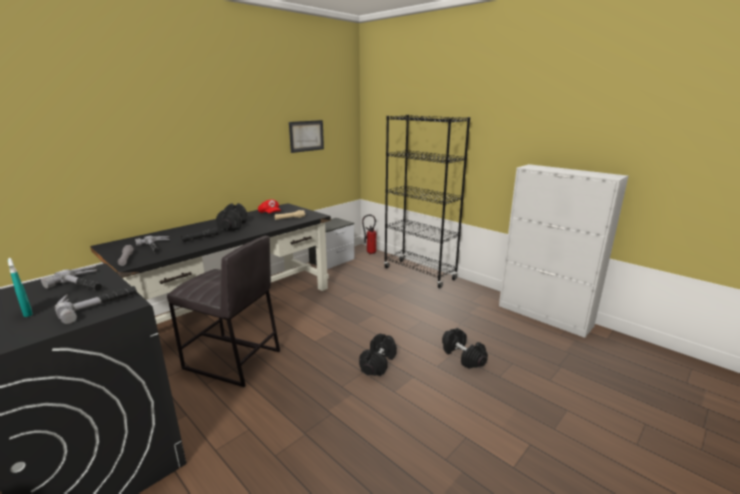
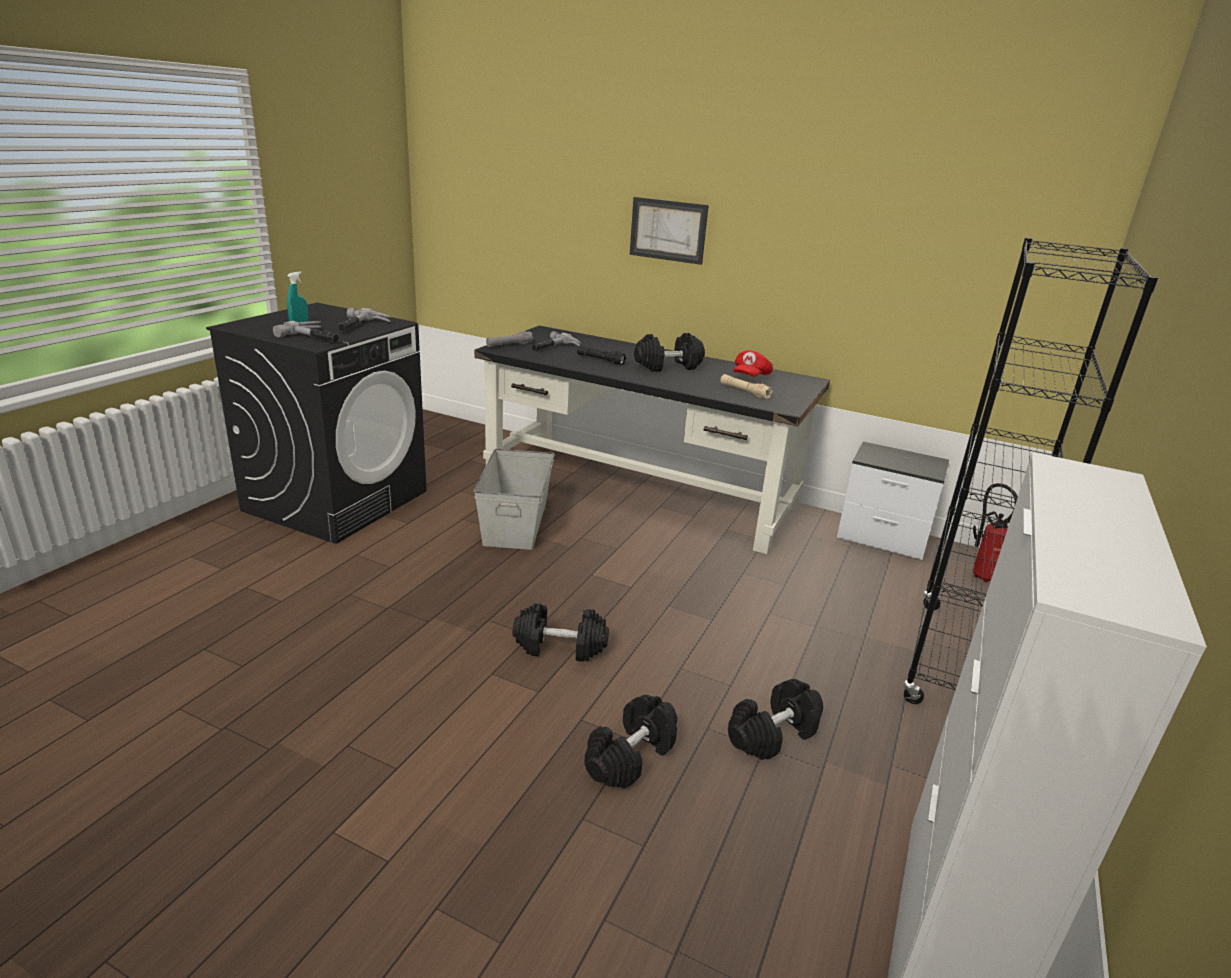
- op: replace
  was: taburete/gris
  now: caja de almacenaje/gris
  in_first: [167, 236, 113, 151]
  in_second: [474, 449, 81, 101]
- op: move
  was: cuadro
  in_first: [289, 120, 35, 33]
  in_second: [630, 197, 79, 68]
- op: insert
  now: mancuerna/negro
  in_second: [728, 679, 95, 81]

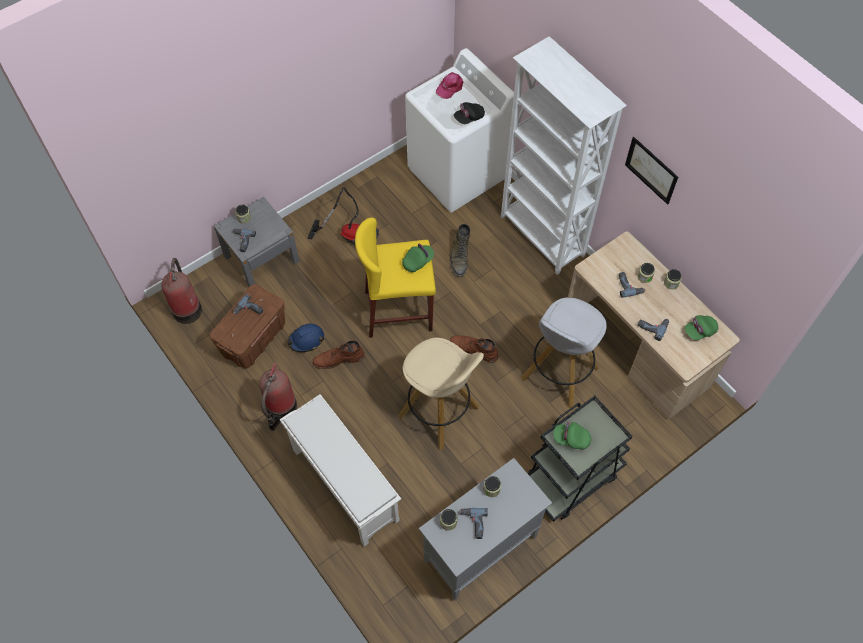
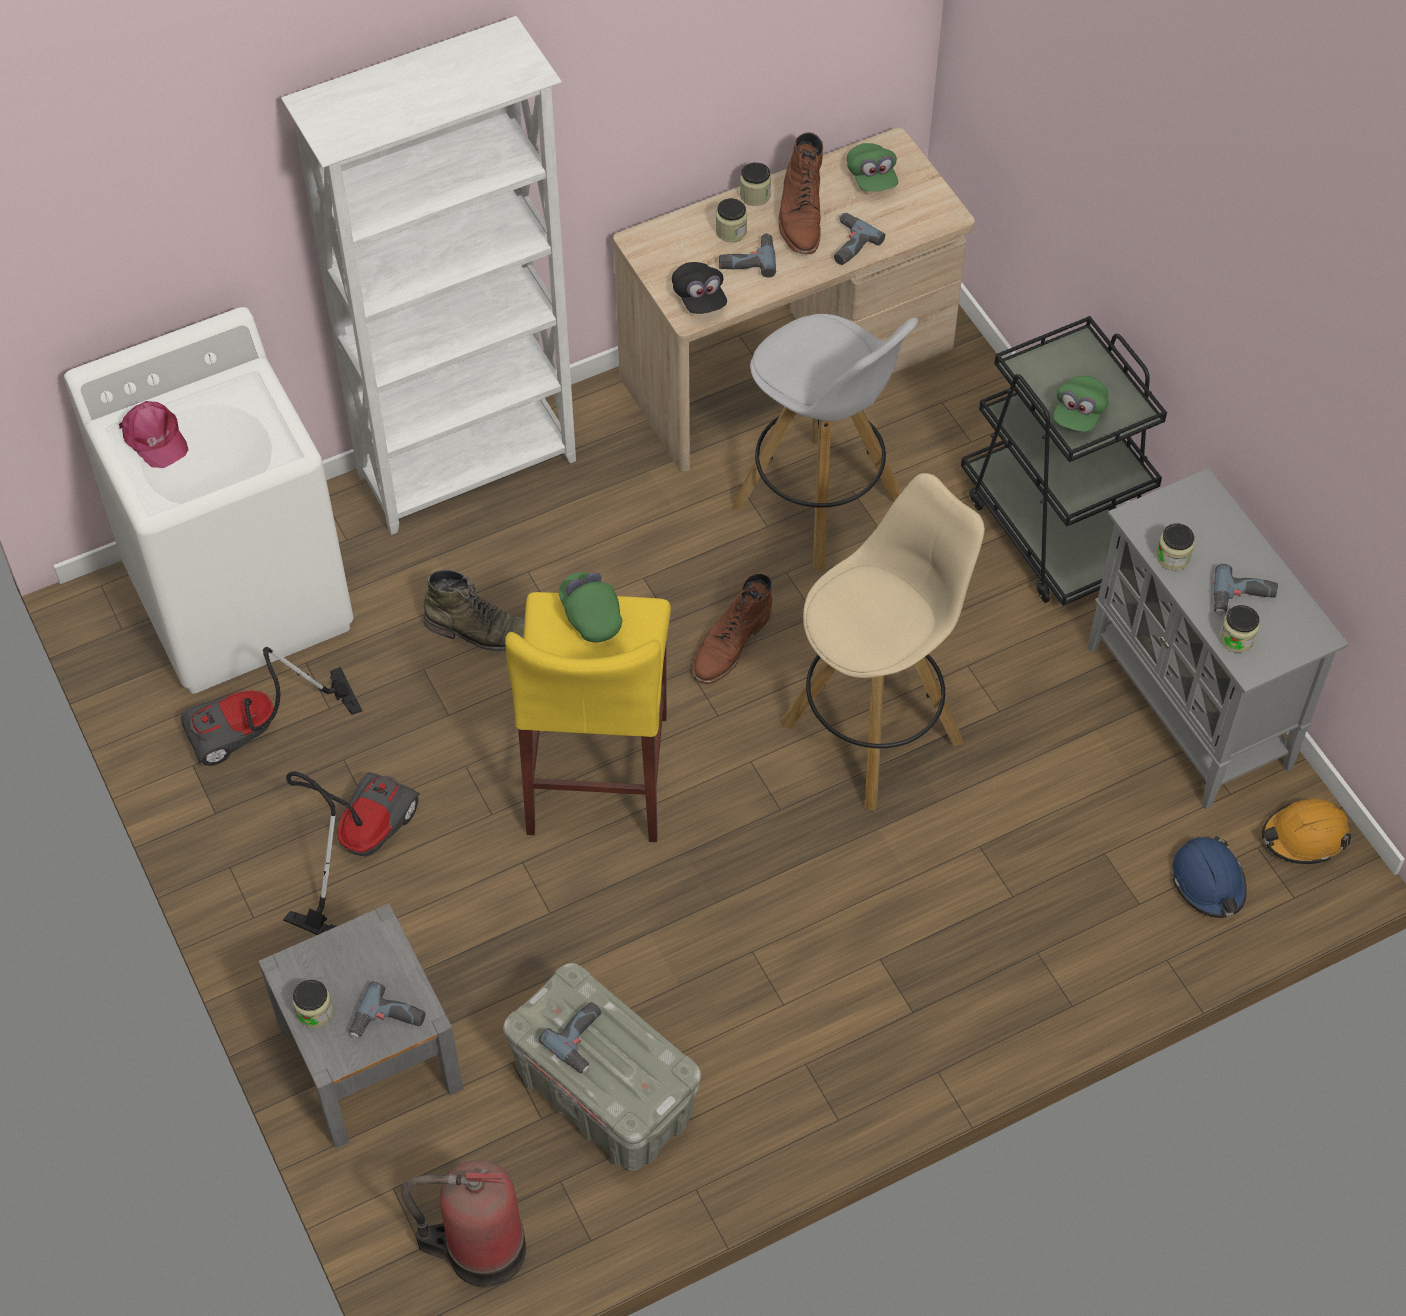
- op: recolor
  was: caja de almacenaje/marrón
  now: caja de almacenaje/gris
  in_first: [210, 284, 75, 84]
  in_second: [503, 963, 198, 208]
- op: delete
  was: extintor
  in_first: [259, 362, 38, 69]
- op: delete
  was: zapatero/blanco
  in_first: [280, 394, 121, 153]
- op: move
  was: casco/azul
  in_first: [287, 324, 37, 28]
  in_second: [1172, 836, 75, 82]
- op: move
  was: bota/marrón
  in_first: [312, 340, 53, 29]
  in_second: [778, 132, 45, 122]
- op: move
  was: gorra/negro
  in_first: [454, 102, 31, 22]
  in_second: [672, 262, 55, 52]
- op: delete
  was: cuadro
  in_first: [625, 137, 53, 68]
- op: insert
  now: aspiradora
  in_second: [181, 647, 182, 119]
- op: insert
  now: casco/naranja
  in_second: [1262, 799, 89, 65]

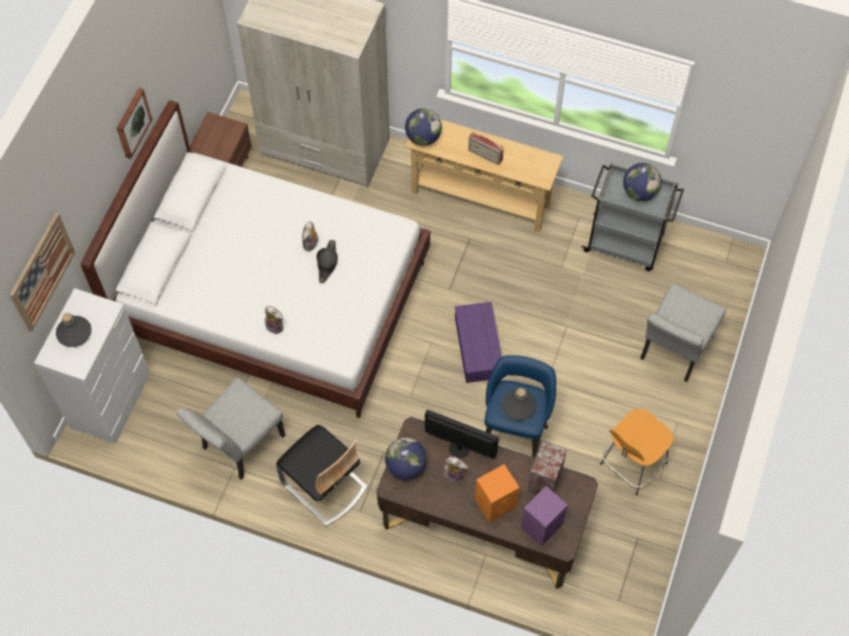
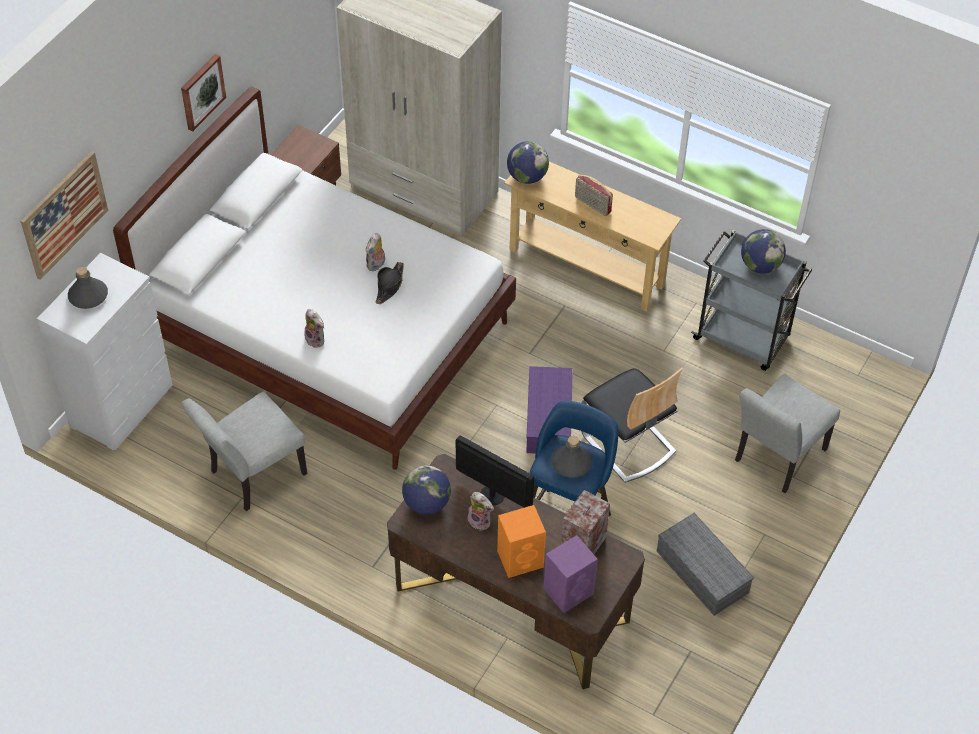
- op: move
  was: silla
  in_first: [276, 425, 92, 101]
  in_second: [581, 368, 102, 115]
- op: replace
  was: taburete/naranja
  now: caja de almacenaje/gris
  in_first: [600, 408, 74, 87]
  in_second: [657, 513, 97, 103]

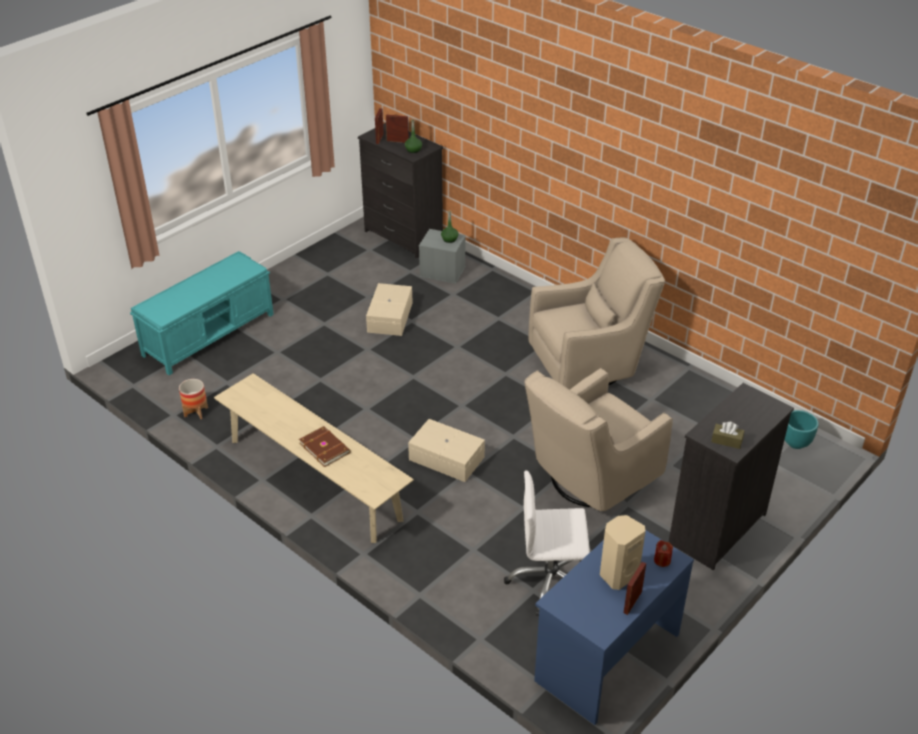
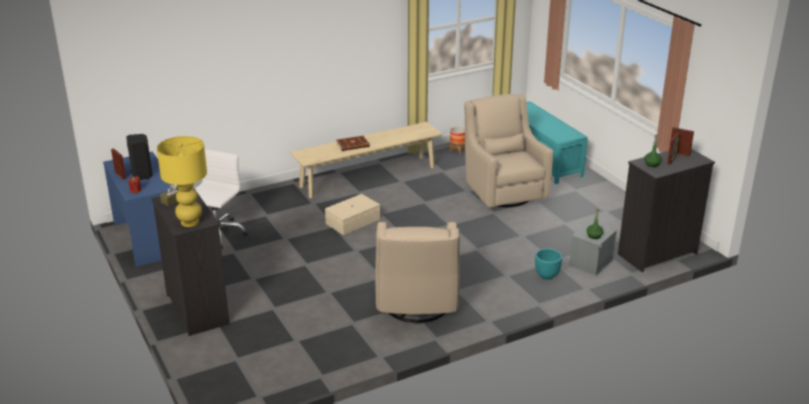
- op: delete
  was: caja de almacenaje/beis
  in_first: [366, 283, 47, 53]
- op: move
  was: sillón/beis
  in_first: [524, 368, 149, 143]
  in_second: [464, 94, 89, 114]
- op: recolor
  was: altavoz/beis
  now: altavoz/negro
  in_first: [600, 515, 46, 75]
  in_second: [126, 134, 27, 46]
- op: move
  was: maceta/turquesa
  in_first: [785, 410, 34, 39]
  in_second: [535, 249, 27, 31]
- op: insert
  now: lámpara de mesa/amarillo
  in_second: [157, 136, 50, 91]

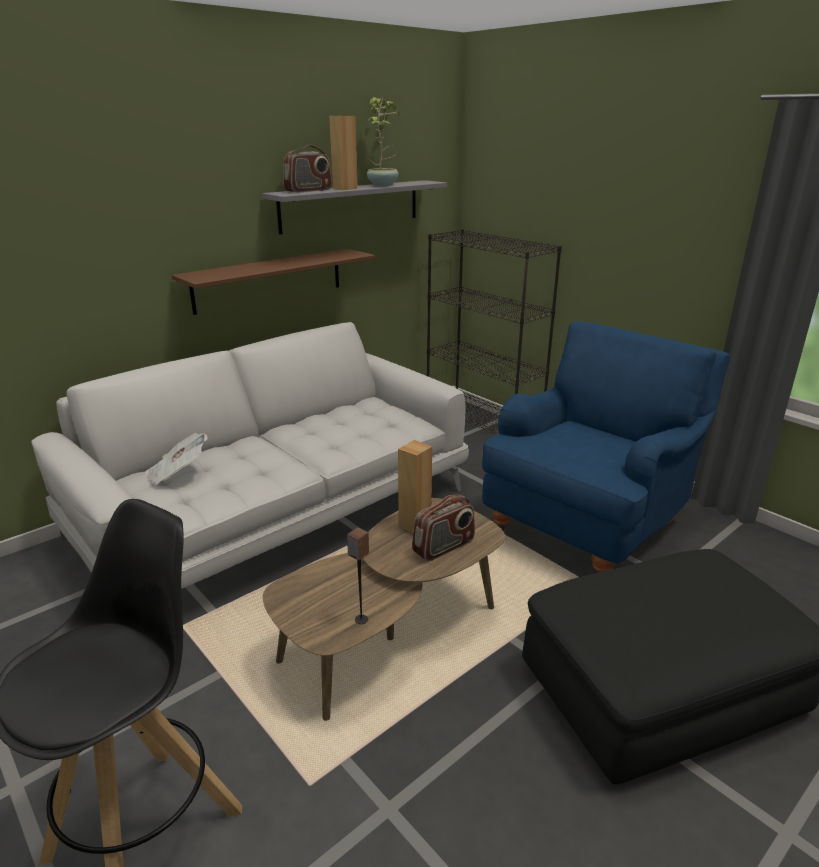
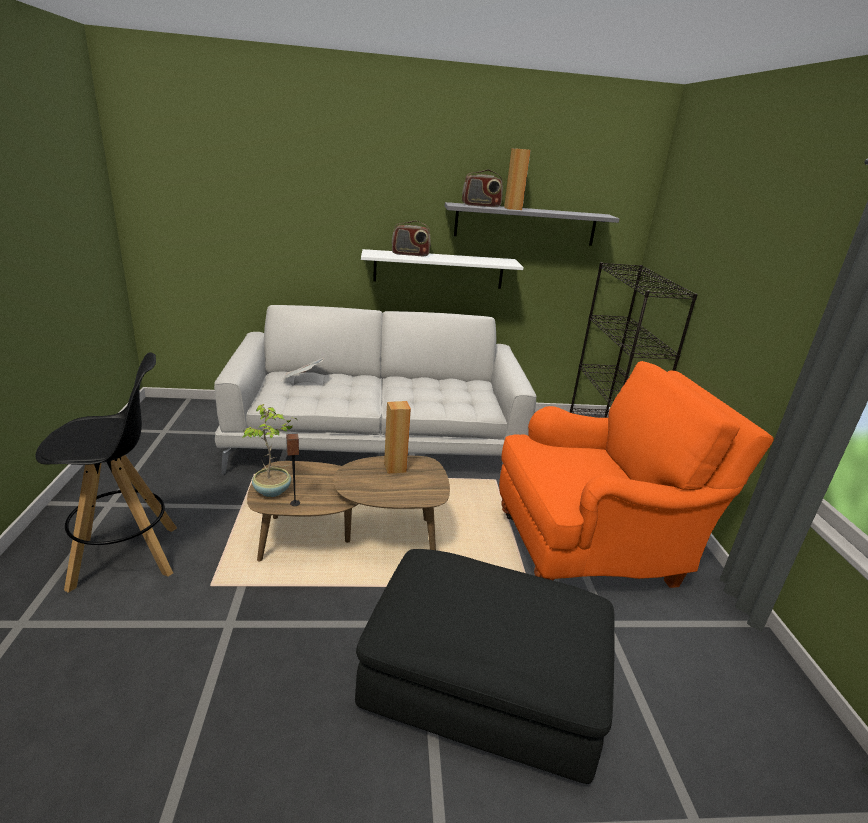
- op: recolor
  was: estante/marrón
  now: estante/blanco
  in_first: [172, 249, 203, 66]
  in_second: [361, 249, 162, 40]
- op: move
  was: planta en maceta
  in_first: [367, 97, 32, 89]
  in_second: [243, 404, 54, 93]
- op: move
  was: radio
  in_first: [412, 495, 63, 66]
  in_second: [391, 220, 40, 36]
- op: recolor
  was: sillón/azul
  now: sillón/naranja
  in_first: [482, 321, 249, 252]
  in_second: [499, 361, 275, 227]

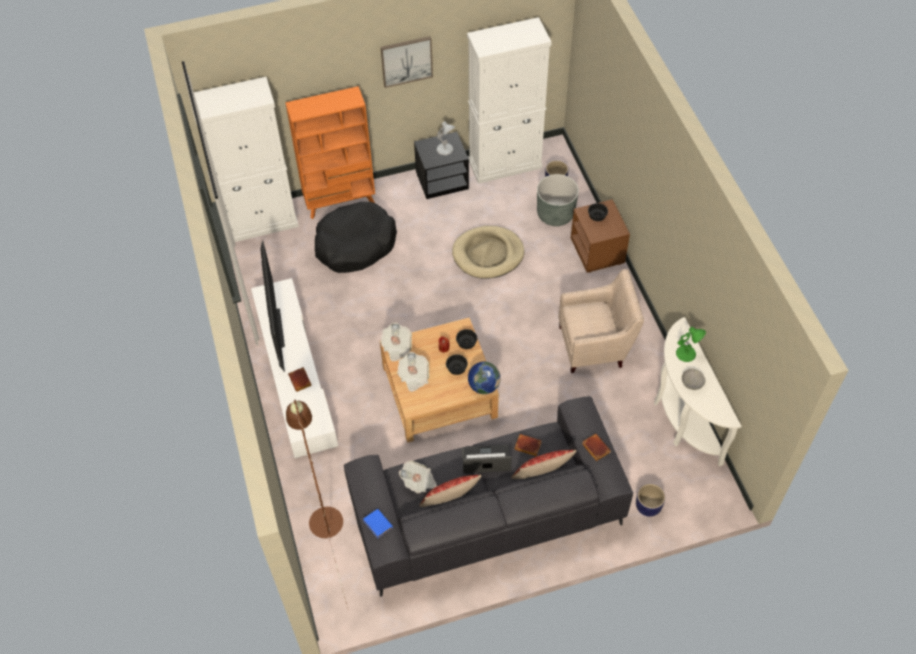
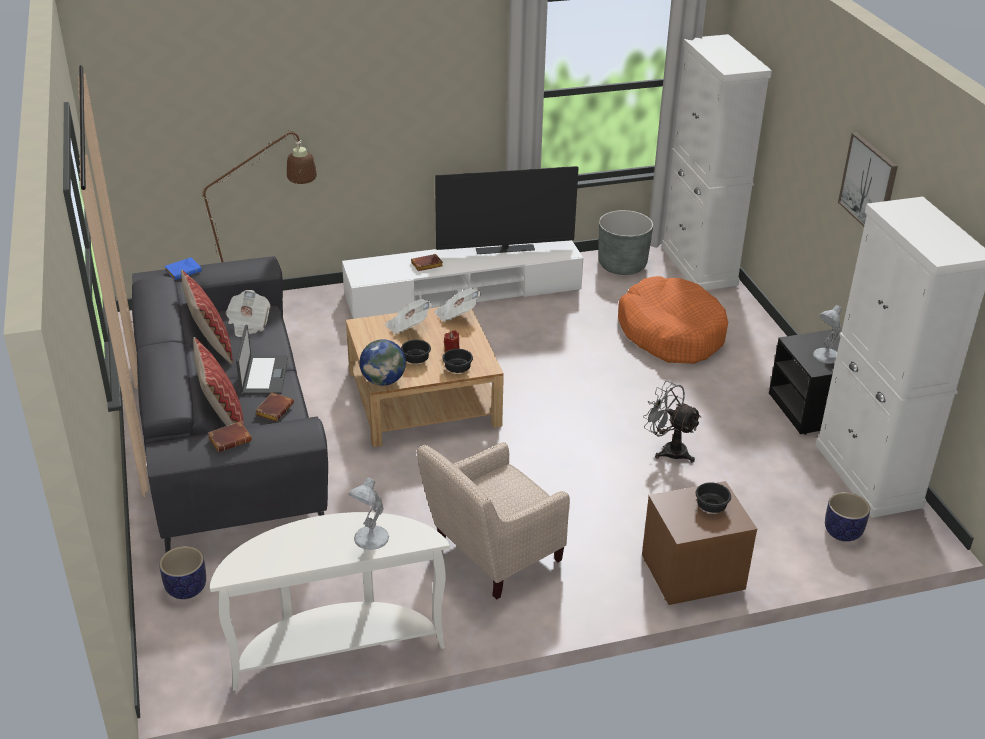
- op: delete
  was: estantería/naranja
  in_first: [285, 86, 90, 133]
- op: recolor
  was: cama para perro/negro
  now: cama para perro/naranja
  in_first: [315, 202, 82, 71]
  in_second: [618, 276, 110, 88]
- op: replace
  was: cama para perro/beis
  now: ventilador/gris
  in_first: [452, 226, 72, 53]
  in_second: [643, 381, 58, 82]
- op: move
  was: maceta/gris
  in_first: [537, 174, 42, 52]
  in_second: [598, 210, 55, 65]
- op: rotate
  was: sillón/beis
  in_first: [559, 269, 85, 104]
  in_second: [417, 442, 153, 158]
  clockwise: 60
- op: recolor
  was: lámpara de mesa/verde
  now: lámpara de mesa/blanco
  in_first: [676, 327, 30, 35]
  in_second: [348, 478, 41, 72]
- op: delete
  was: cuenco/gris
  in_first: [682, 369, 23, 21]

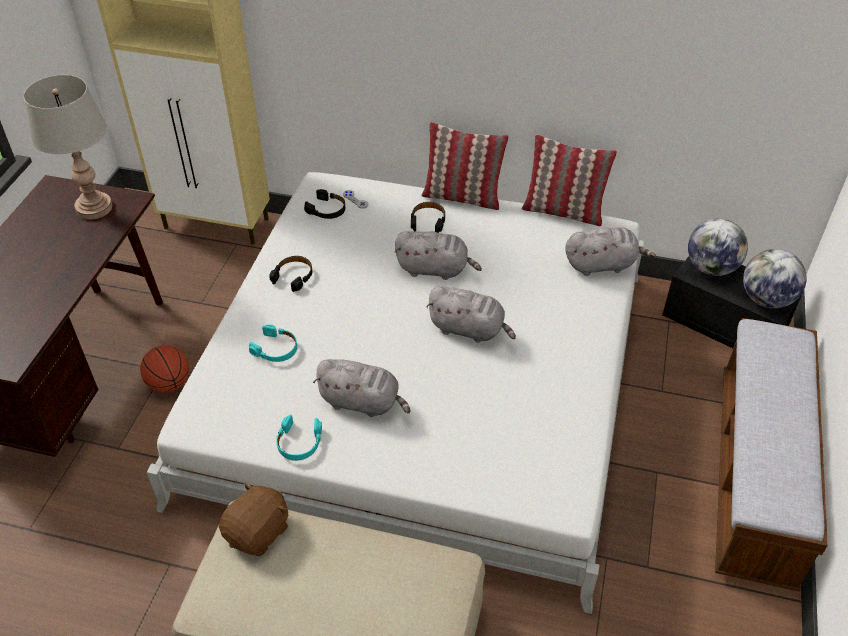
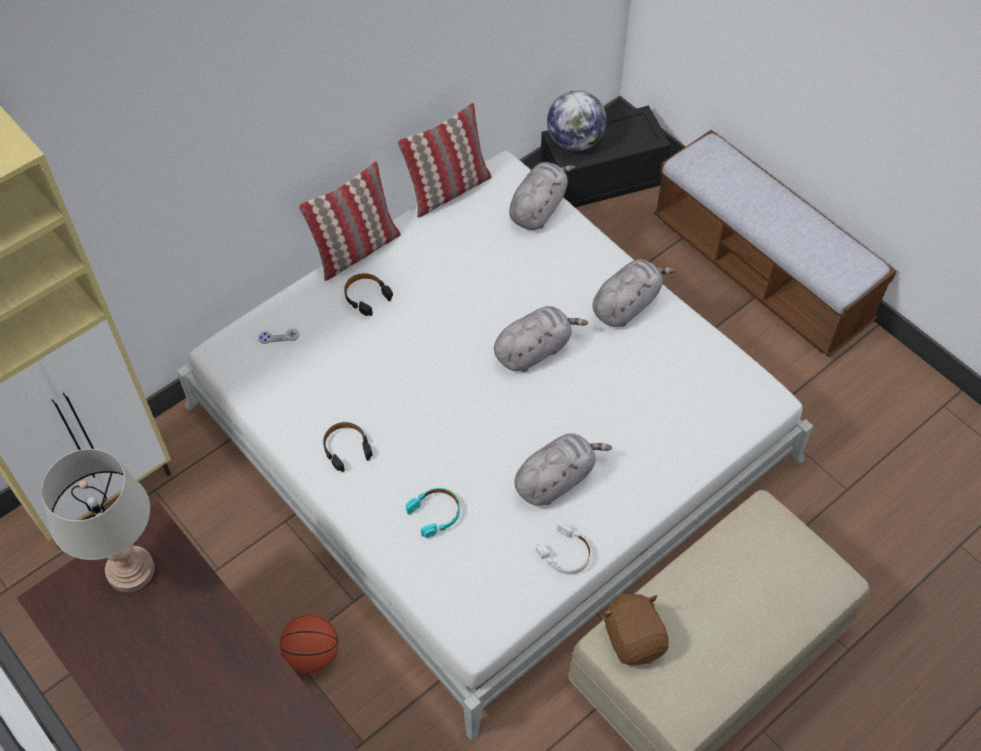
- op: recolor
  was: auriculares/turquesa
  now: auriculares/blanco
  in_first: [276, 415, 46, 46]
  in_second: [536, 522, 55, 53]
- op: delete
  was: auriculares/negro
  in_first: [304, 189, 41, 30]
- op: move
  was: peluche/gris
  in_first: [395, 231, 87, 49]
  in_second: [592, 259, 83, 68]
- op: delete
  was: globo terráqueo
  in_first: [743, 249, 64, 59]

